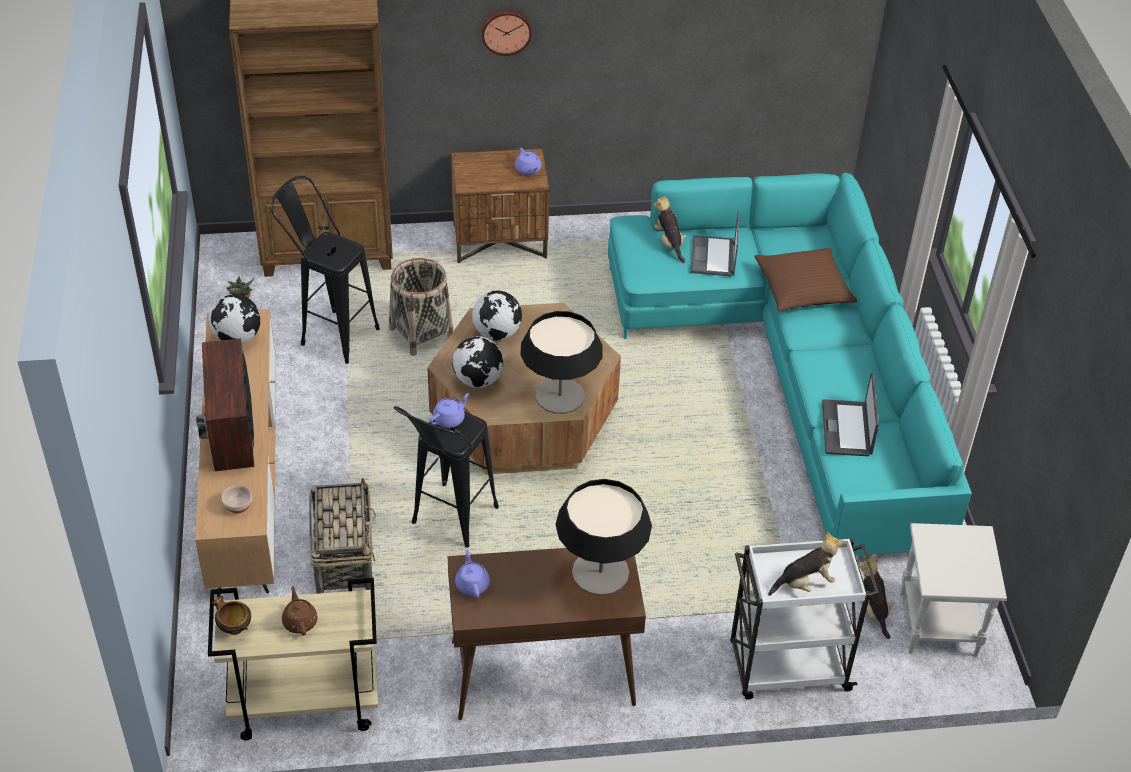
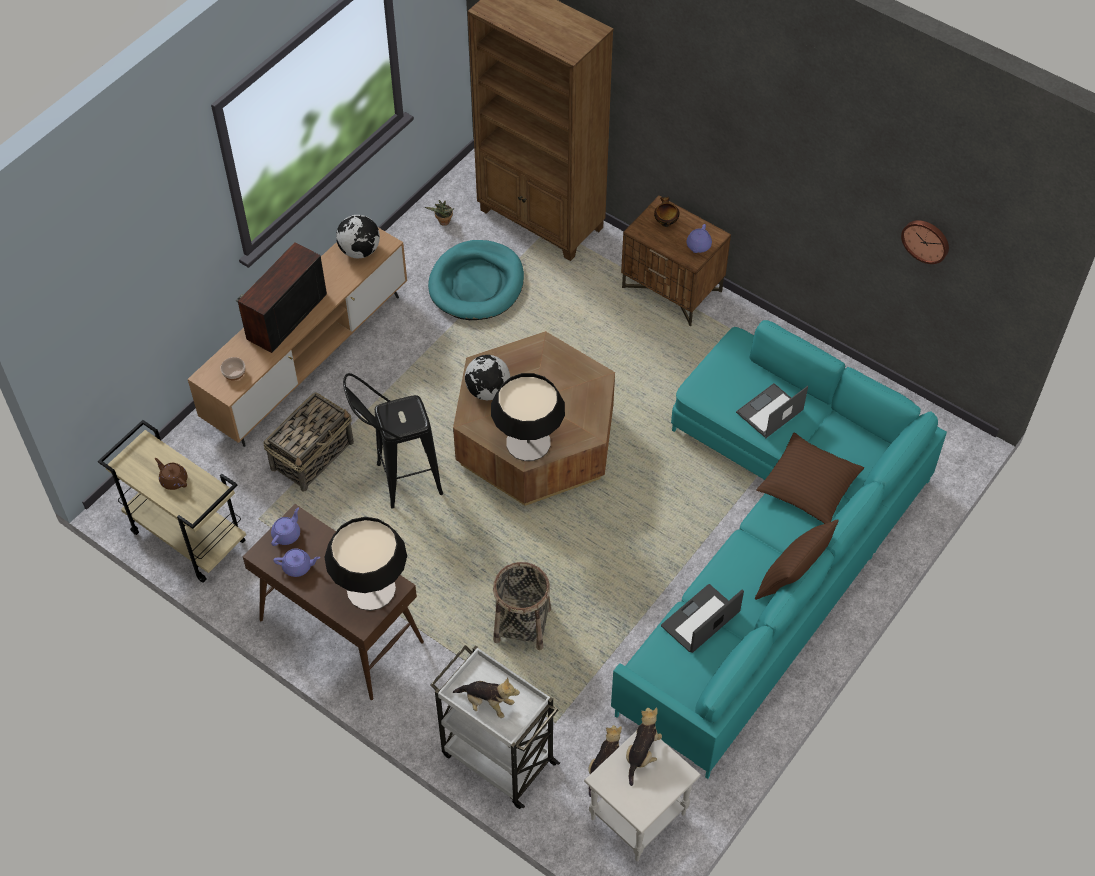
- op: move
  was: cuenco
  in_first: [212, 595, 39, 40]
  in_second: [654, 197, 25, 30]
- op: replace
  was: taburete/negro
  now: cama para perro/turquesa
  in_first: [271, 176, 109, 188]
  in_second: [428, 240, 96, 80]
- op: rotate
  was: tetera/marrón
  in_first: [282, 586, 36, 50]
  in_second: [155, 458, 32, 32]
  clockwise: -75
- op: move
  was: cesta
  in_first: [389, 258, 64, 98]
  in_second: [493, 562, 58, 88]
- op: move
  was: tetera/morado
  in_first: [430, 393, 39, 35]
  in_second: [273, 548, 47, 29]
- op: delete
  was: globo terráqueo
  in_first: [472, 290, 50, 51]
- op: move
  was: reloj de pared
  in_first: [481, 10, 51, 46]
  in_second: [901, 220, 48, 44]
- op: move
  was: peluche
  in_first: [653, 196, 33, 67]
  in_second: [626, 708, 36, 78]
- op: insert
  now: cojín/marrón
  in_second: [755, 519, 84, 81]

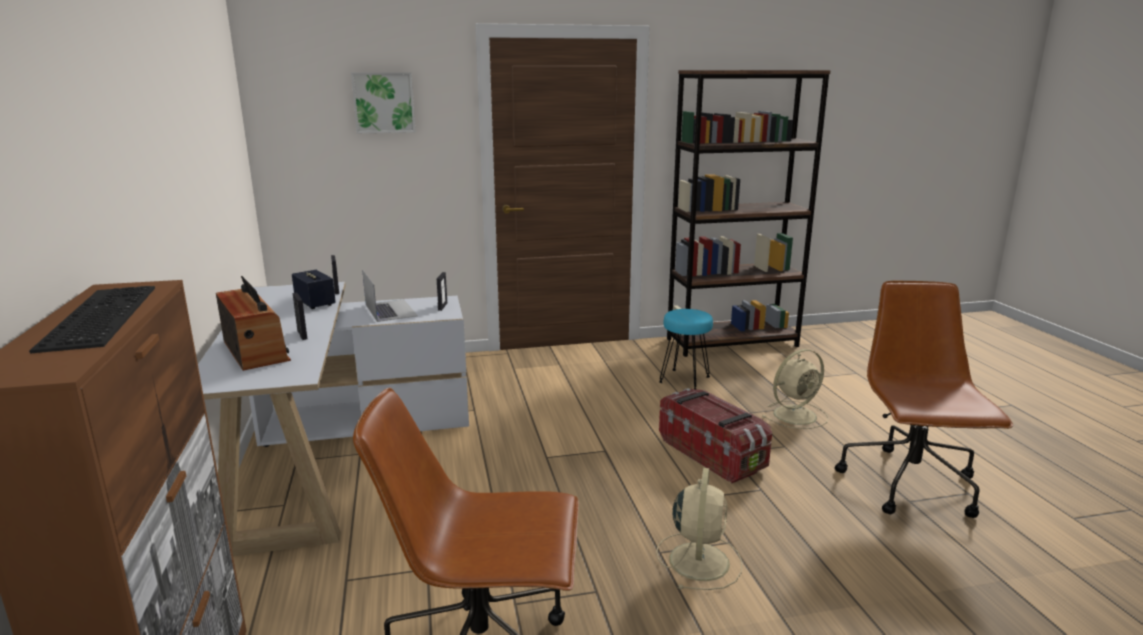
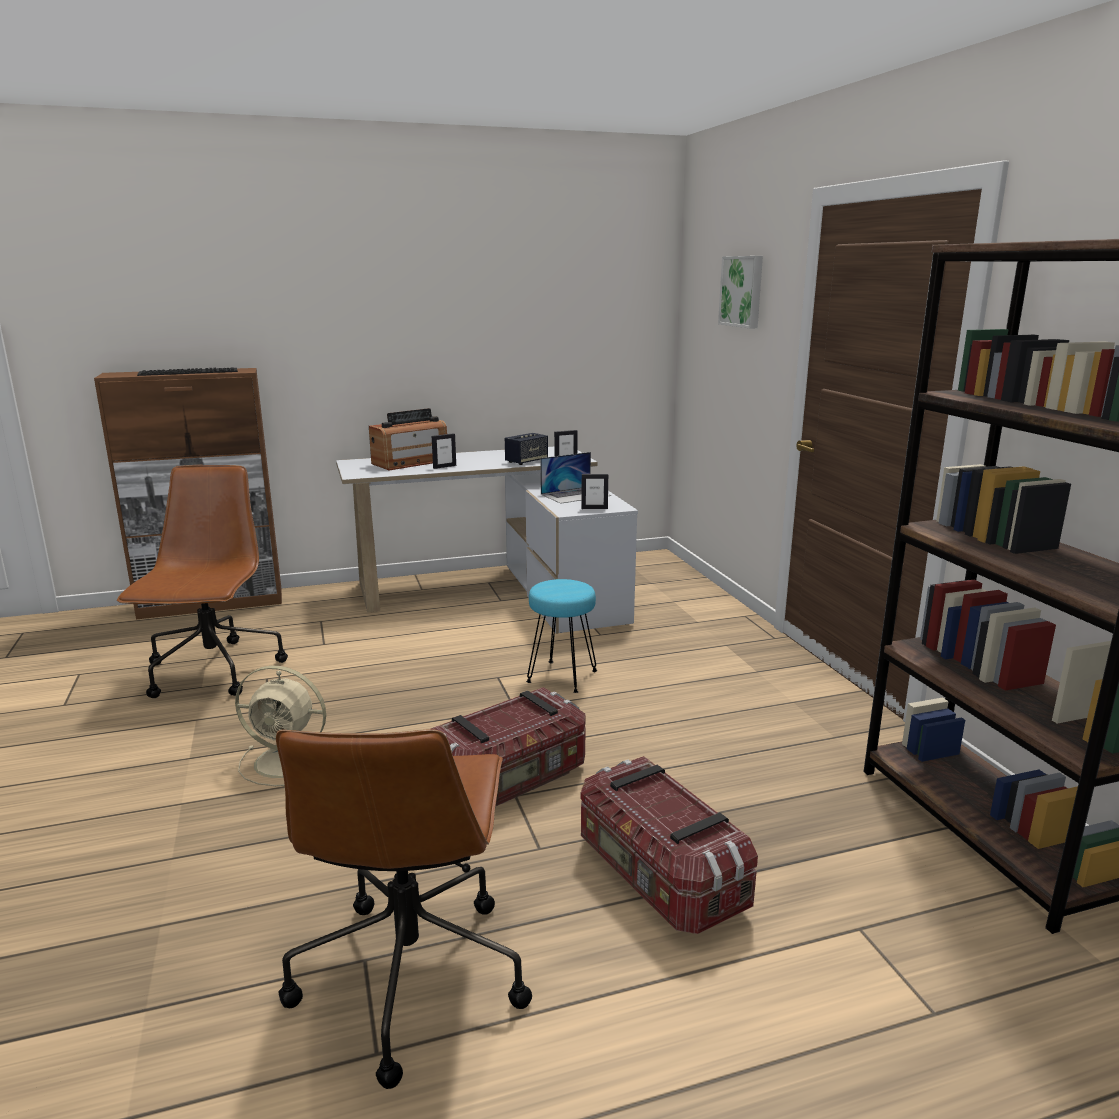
- op: move
  was: taburete/turquesa
  in_first: [659, 309, 54, 80]
  in_second: [526, 579, 71, 114]
- op: replace
  was: ventilador/beis
  now: caja de almacenaje
  in_first: [762, 349, 66, 80]
  in_second: [581, 756, 177, 178]
- op: rotate
  was: silla de oficina/marrón
  in_first: [835, 281, 178, 237]
  in_second: [276, 729, 256, 360]
  clockwise: 90

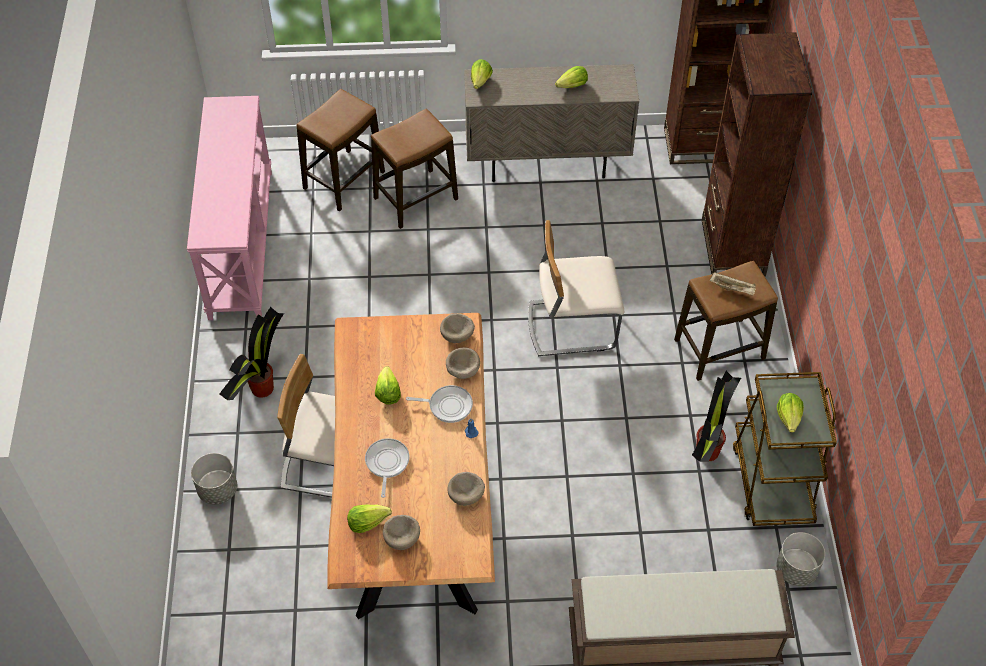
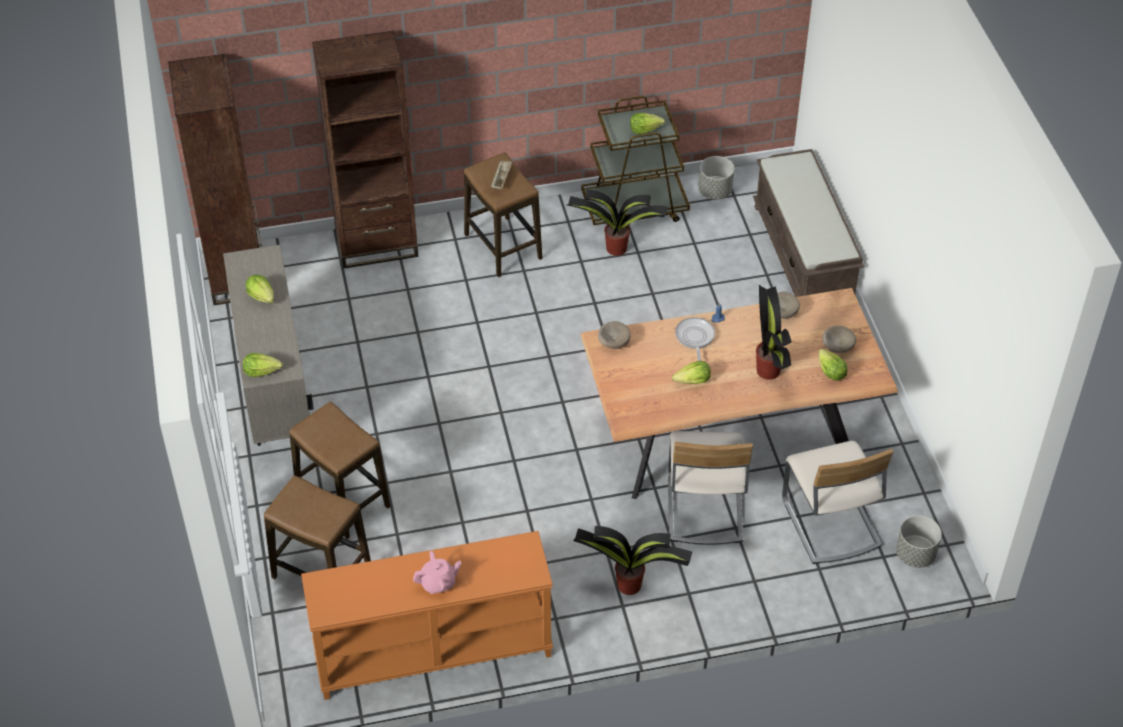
- op: recolor
  was: mesa consola/rosa
  now: mesa consola/naranja
  in_first: [187, 96, 85, 224]
  in_second: [301, 531, 252, 169]
- op: move
  was: maceta/gris
  in_first: [191, 453, 46, 52]
  in_second: [896, 516, 46, 52]
- op: replace
  was: sartén
  now: planta en maceta
  in_first: [365, 438, 44, 60]
  in_second: [756, 285, 36, 95]
- op: delete
  was: cuenco/beis
  in_first: [446, 348, 34, 31]
- op: move
  was: silla/beis
  in_first: [528, 220, 96, 137]
  in_second: [782, 441, 111, 123]
- op: insert
  now: tetera/rosa
  in_second: [413, 551, 49, 43]

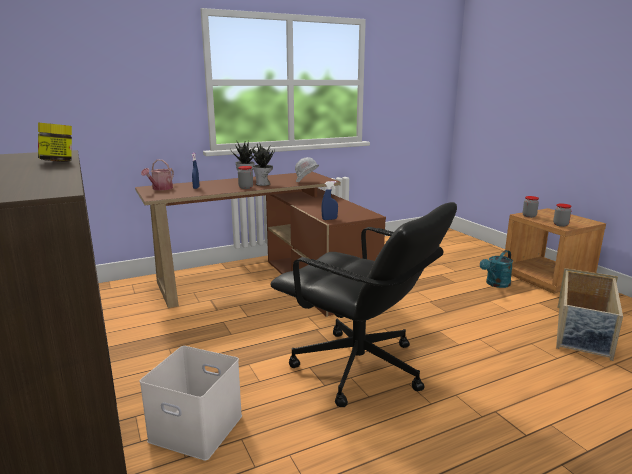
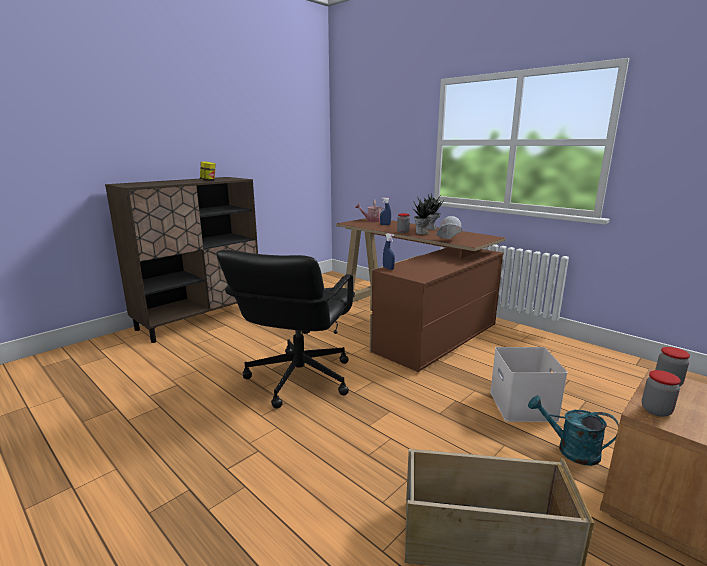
- op: move
  was: caja de almacenaje/blanco
  in_first: [140, 346, 102, 115]
  in_second: [490, 347, 78, 75]

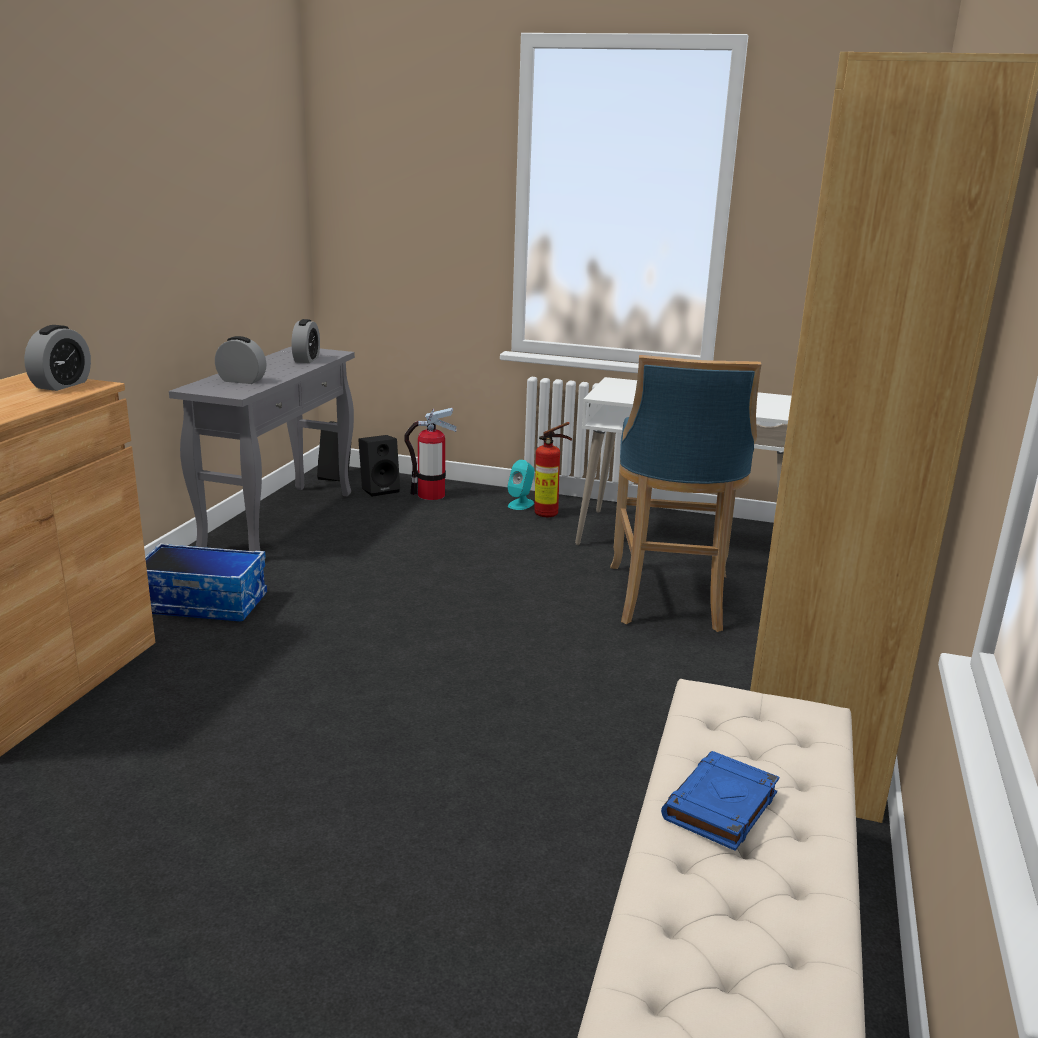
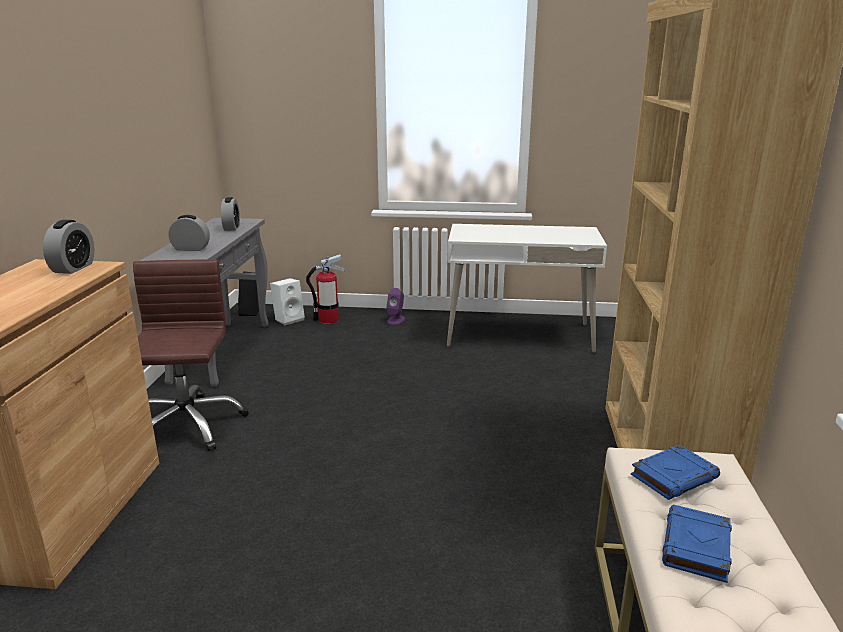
- op: replace
  was: caja de almacenaje
  now: silla de oficina/marrón
  in_first: [145, 543, 122, 79]
  in_second: [133, 260, 116, 191]
- op: recolor
  was: altavoz/negro
  now: altavoz/blanco
  in_first: [358, 435, 42, 62]
  in_second: [270, 278, 35, 47]
- op: recolor
  was: altavoz/turquesa
  now: altavoz/morado
  in_first: [508, 460, 26, 50]
  in_second: [386, 288, 19, 37]
- op: delete
  was: extintor
  in_first: [534, 422, 38, 95]
- op: delete
  was: taburete/azul
  in_first: [610, 355, 152, 277]
- op: insert
  now: libro/azul
  in_second: [631, 445, 89, 55]

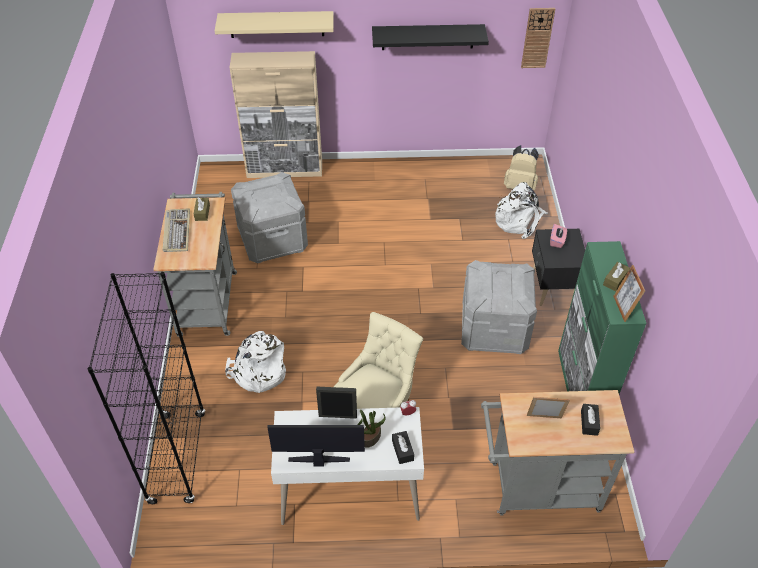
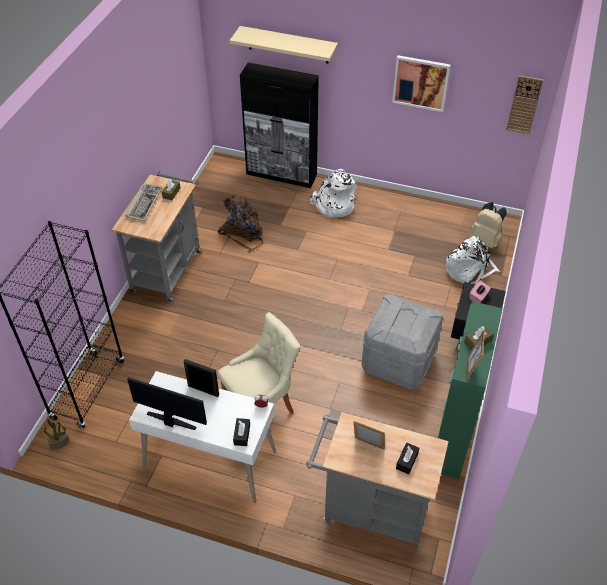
- op: move
  was: mochila/blanco
  in_first: [225, 331, 61, 62]
  in_second: [310, 169, 47, 49]
- op: recolor
  was: armario/beis
  now: armario/negro
  in_first: [230, 51, 92, 127]
  in_second: [240, 62, 79, 126]
- op: replace
  was: caja de almacenaje/gris
  now: mochila/marrón
  in_first: [231, 172, 77, 91]
  in_second: [218, 196, 45, 57]
- op: move
  was: planta en maceta
  in_first: [358, 409, 28, 39]
  in_second: [44, 418, 25, 31]
- op: replace
  was: estante/negro
  now: cuadro
  in_first: [372, 24, 117, 26]
  in_second: [392, 55, 59, 57]

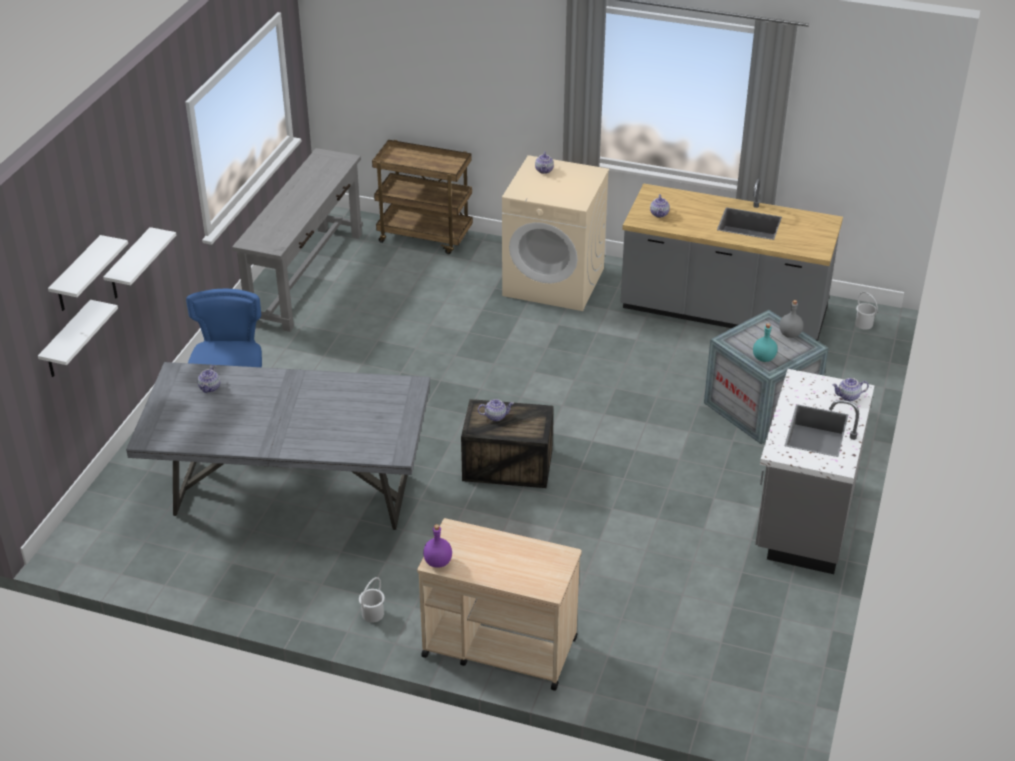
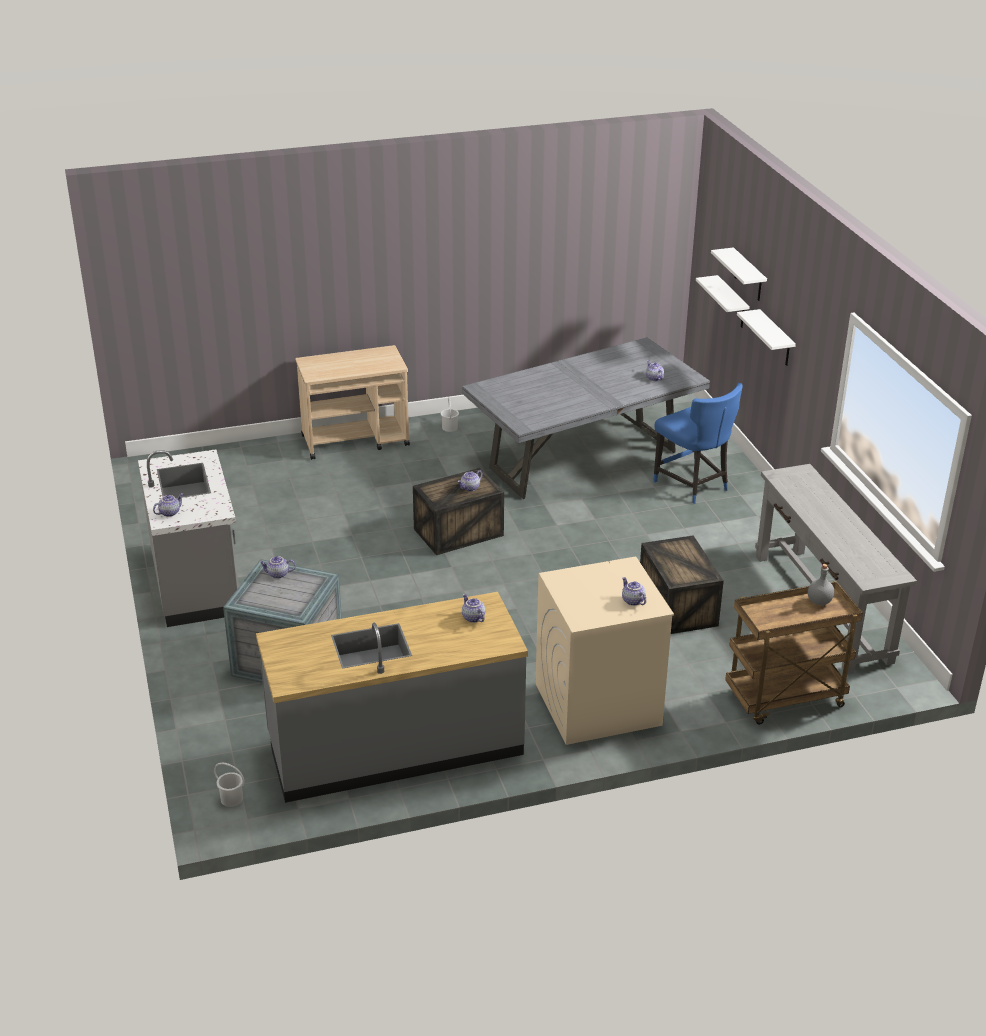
- op: delete
  was: botella/morado
  in_first: [423, 524, 29, 44]
- op: replace
  was: botella/turquesa
  now: tetera
  in_first: [753, 323, 25, 39]
  in_second: [259, 556, 37, 23]
- op: move
  was: botella/gris
  in_first: [779, 300, 24, 38]
  in_second: [808, 564, 27, 41]
- op: insert
  now: caja de embalaje
  in_second: [640, 535, 84, 99]

